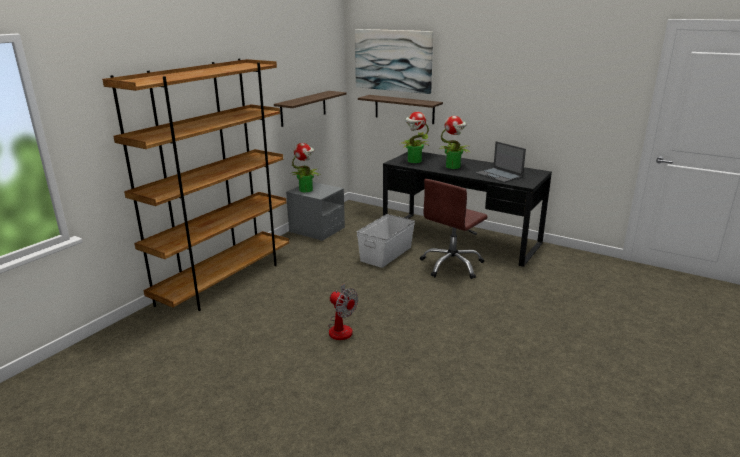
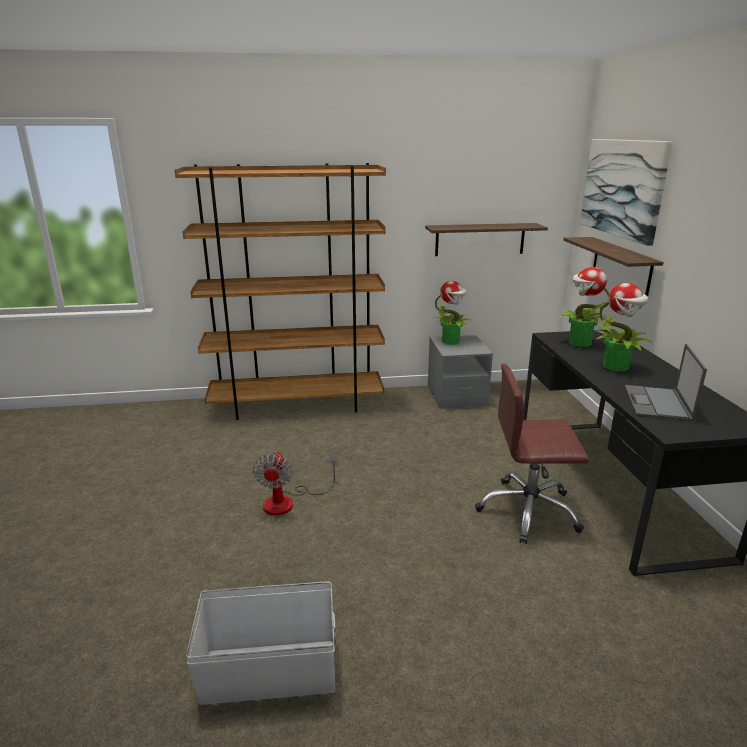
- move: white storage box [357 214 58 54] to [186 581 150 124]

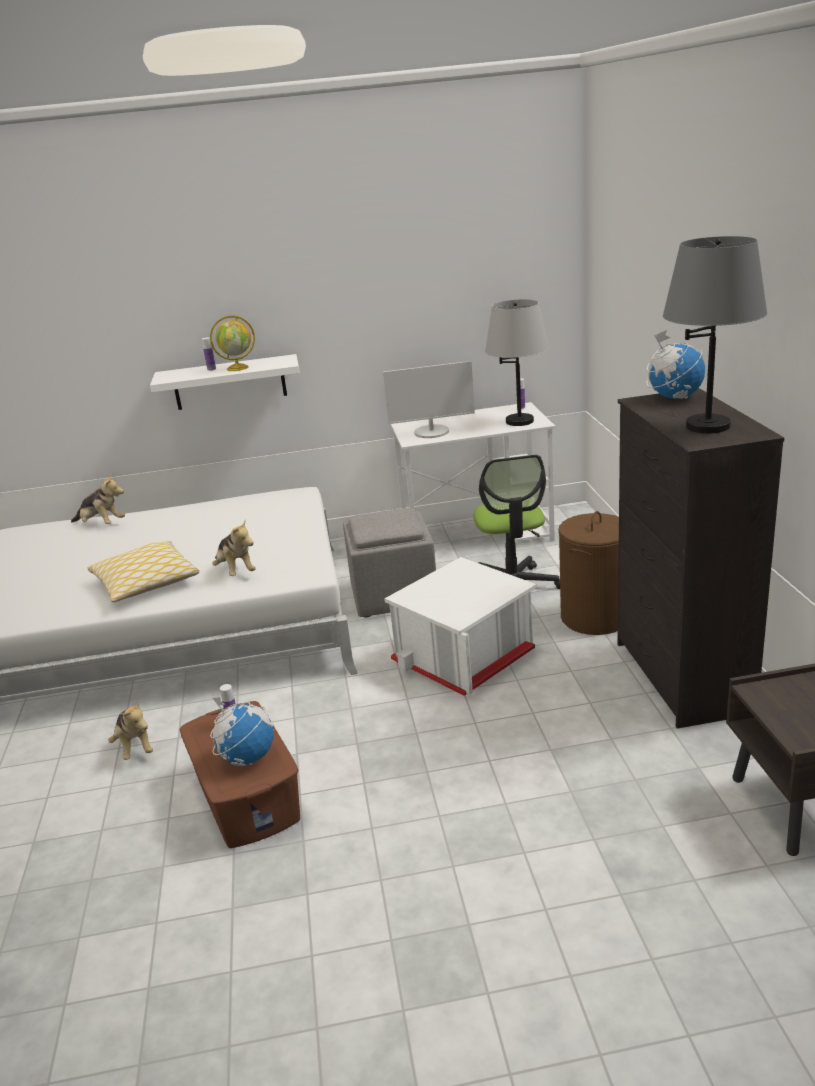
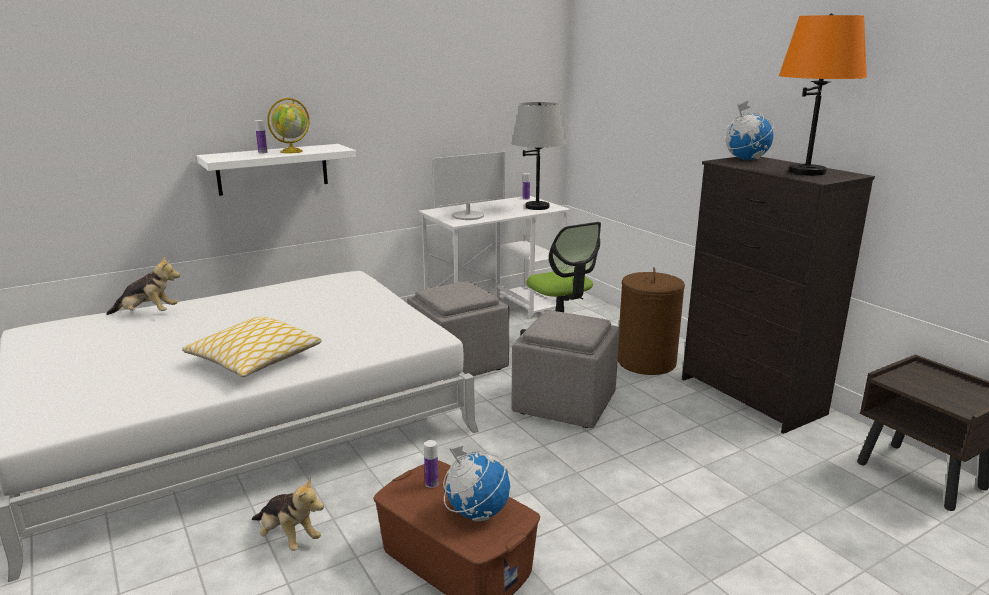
- recolor: grey table lamp [663 236 104 197] to orange table lamp [779 13 88 163]
- delete: plush toy [212 519 44 57]
- replace: white storage box [384 557 153 139] to grey ottoman [512 311 108 117]

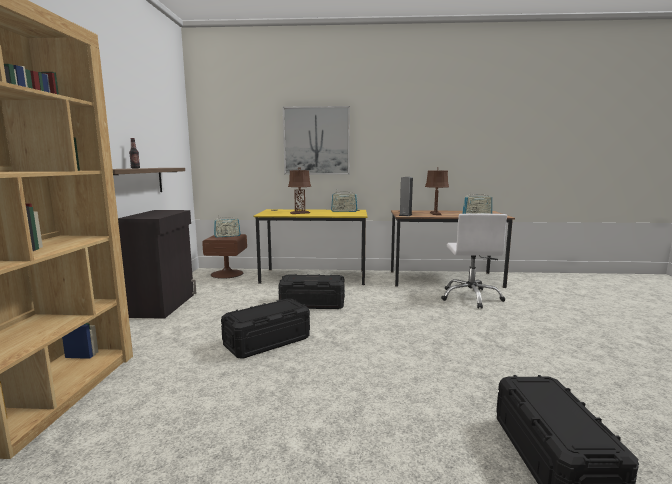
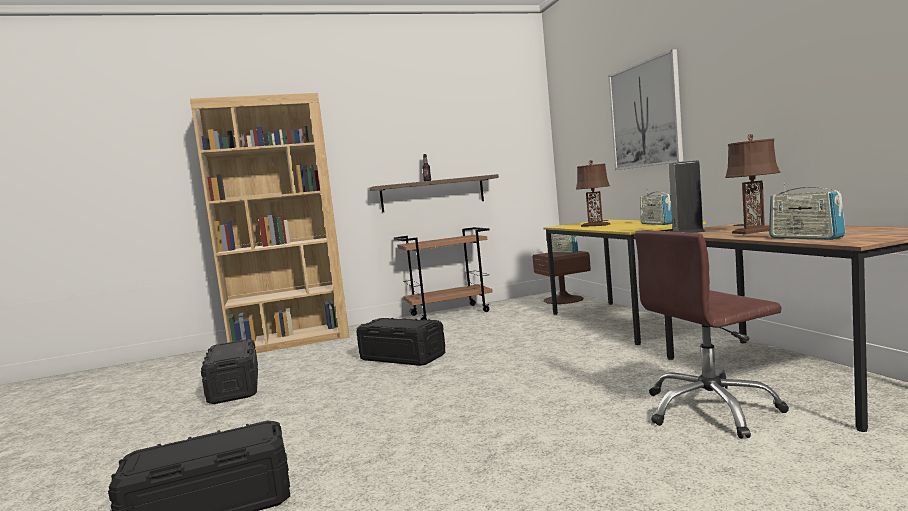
- replace: black cabinet [118 210 79 109] to brown cart [394 227 99 93]
- recolor: white office chair [441 214 66 95] to brown office chair [634 231 155 208]
- move: black storage box [278 274 67 35] to [201 339 57 65]

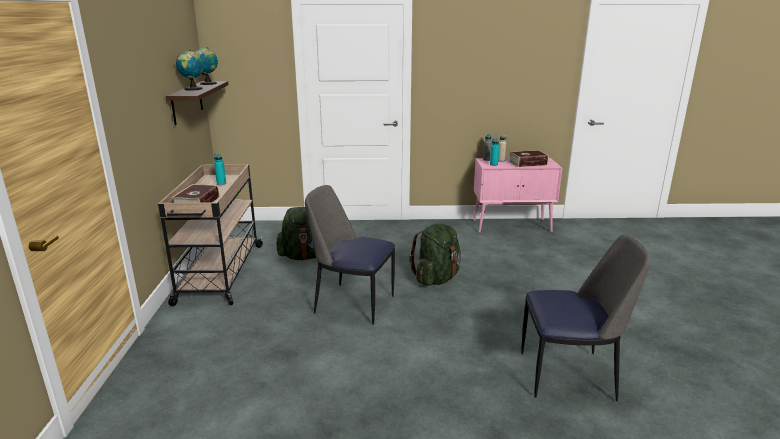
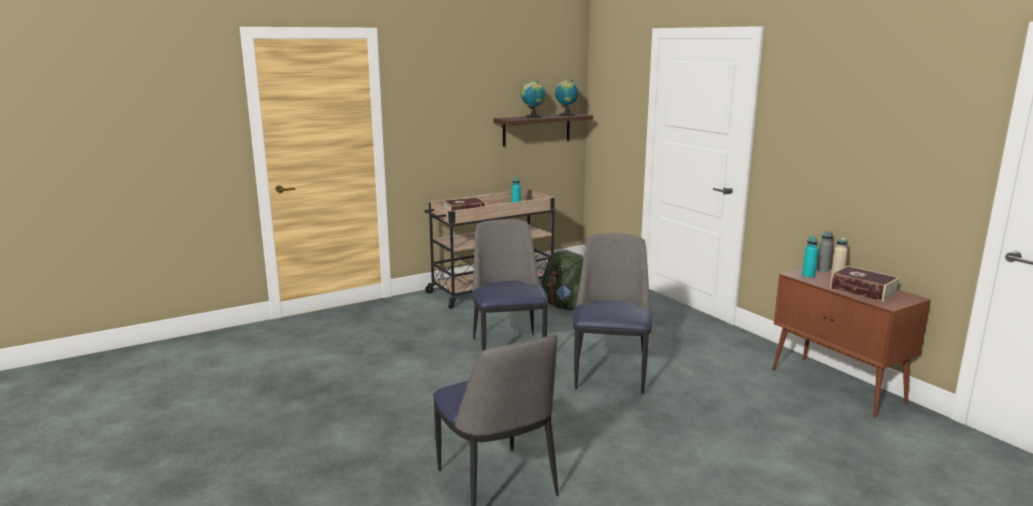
- recolor: pink cabinet [473 158 89 75] to brown cabinet [772 265 159 153]
- replace: green backpack [409 223 52 63] to chair [573 233 80 161]

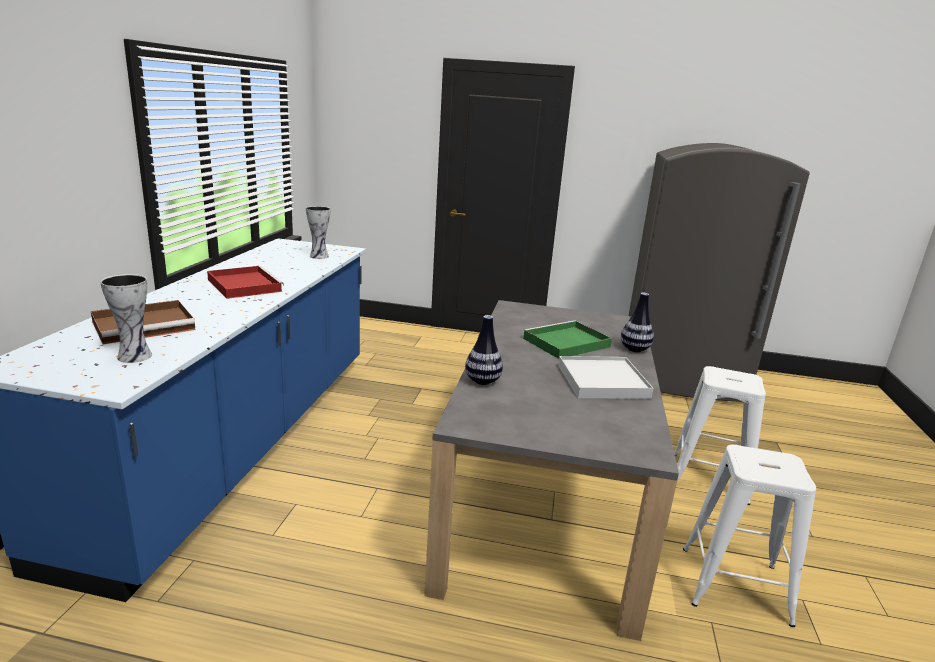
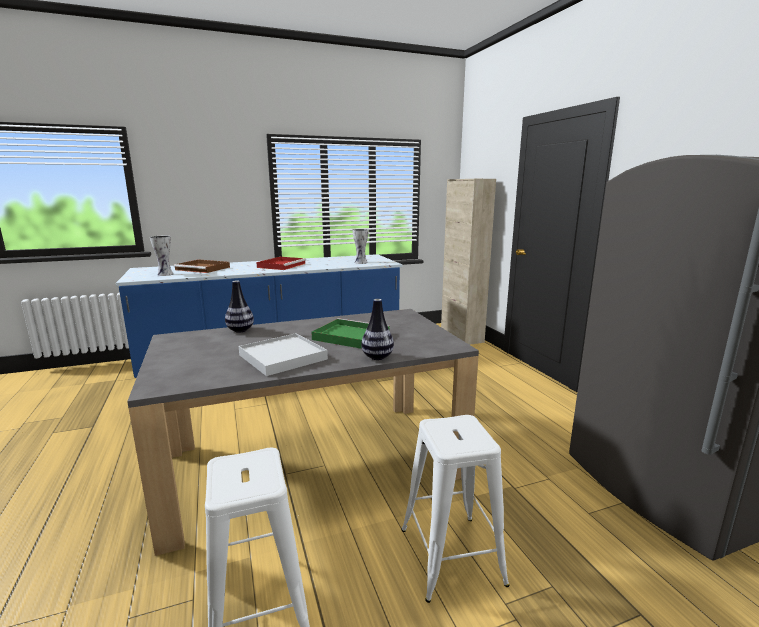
- insert: beige cabinet [441 179 55 166]

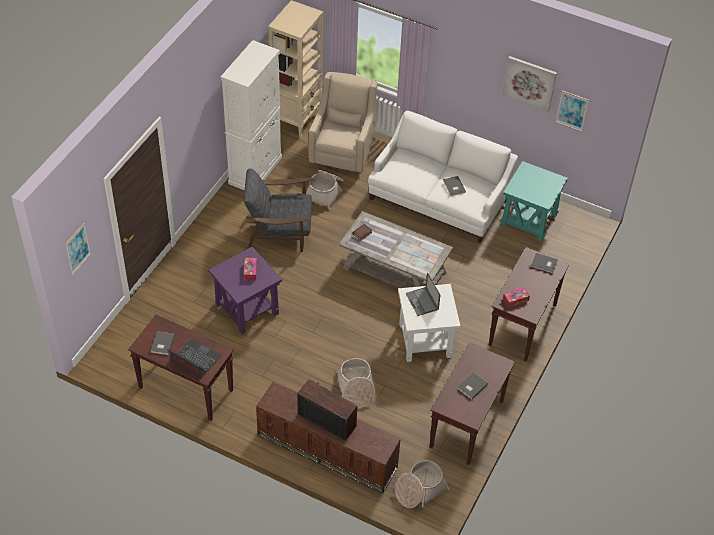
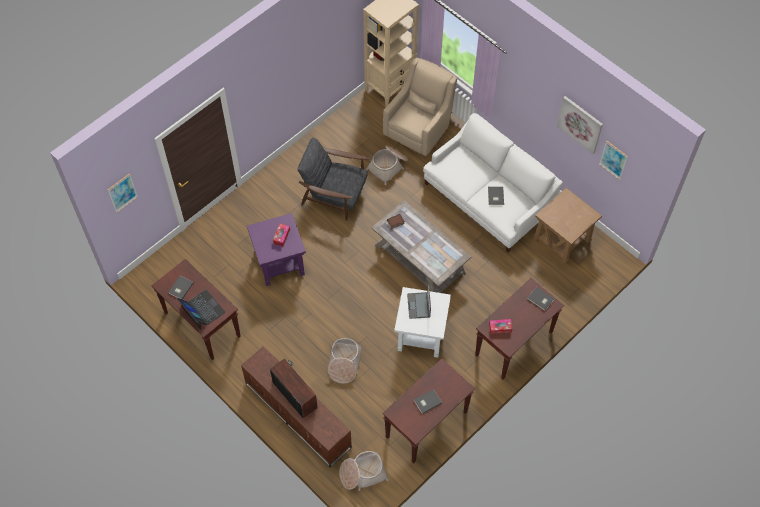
- delete: white cabinet [221 40 61 150]
- recolor: turquoise side table [501 161 67 80] to brown side table [533 188 69 77]

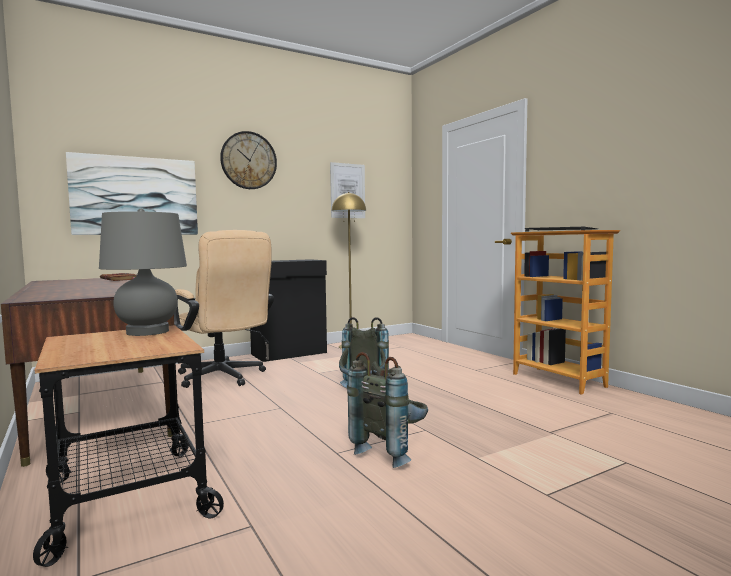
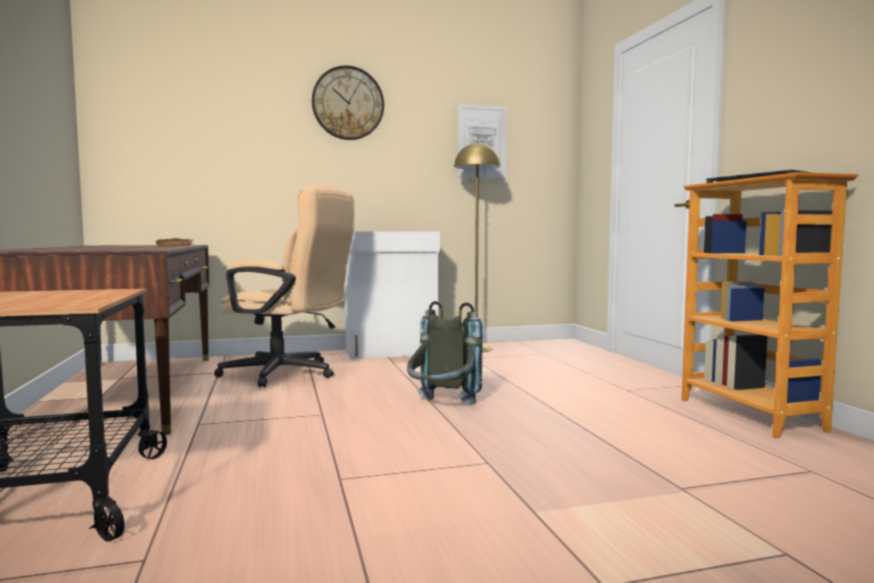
- delete: picture [66 152 132 83]
- delete: grey table lamp [99 209 88 127]
- rotate: beige office chair [174 230 100 158] = [214 185 141 202] 45 degrees counterclockwise
- recolor: black cabinet [250 259 77 103] to white cabinet [345 231 95 128]
- delete: grey backpack [347 352 81 116]

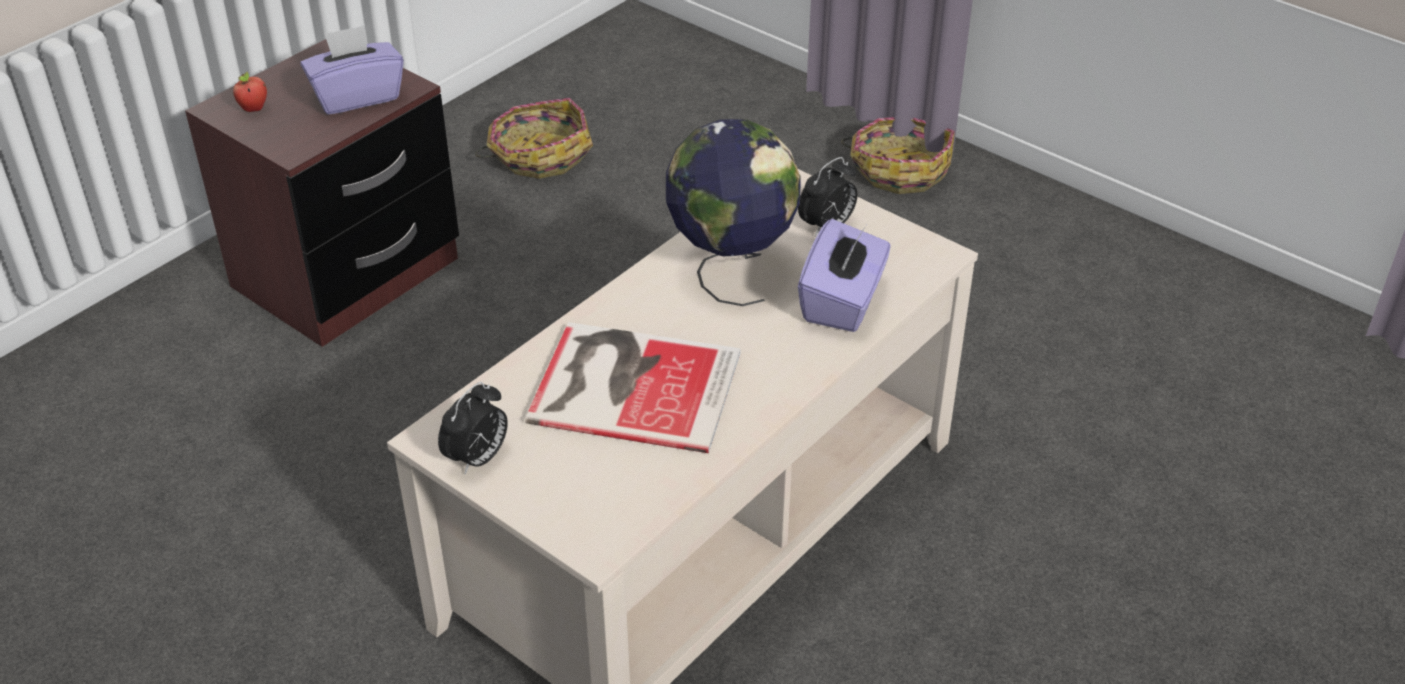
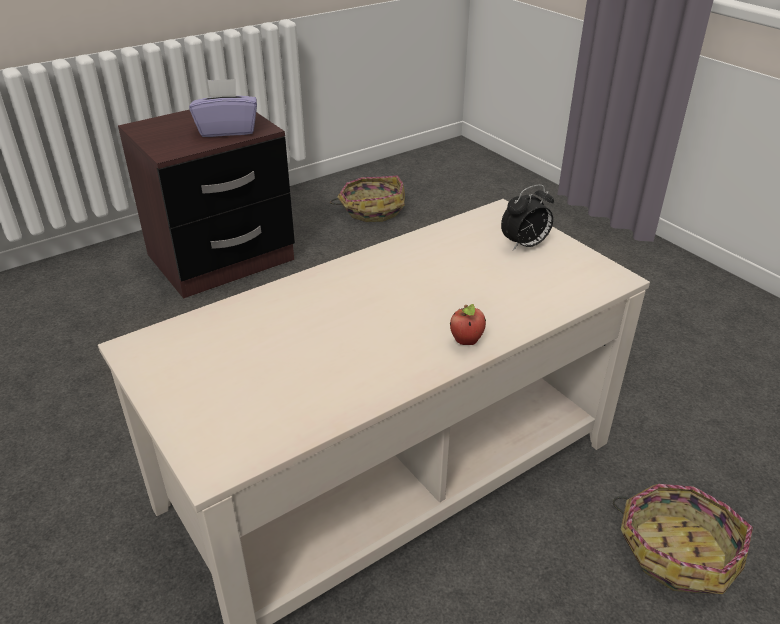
- move: apple [233 71 34 41] to [450 304 36 41]
- move: basket [841 117 114 77] to [613 484 140 110]
- delete: globe [666 119 135 187]
- delete: purple tissue box [798 219 93 113]
- delete: book [525 322 216 131]
- delete: alarm clock [438 382 70 92]

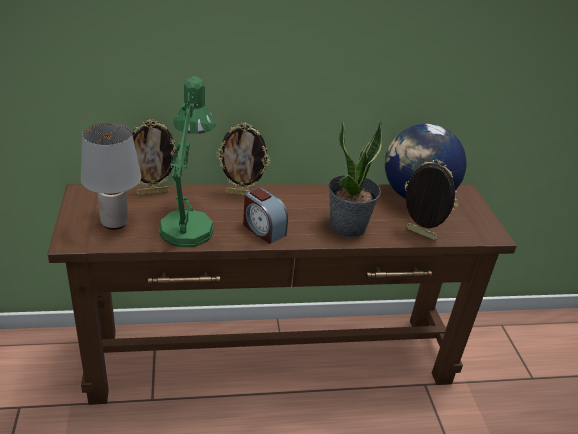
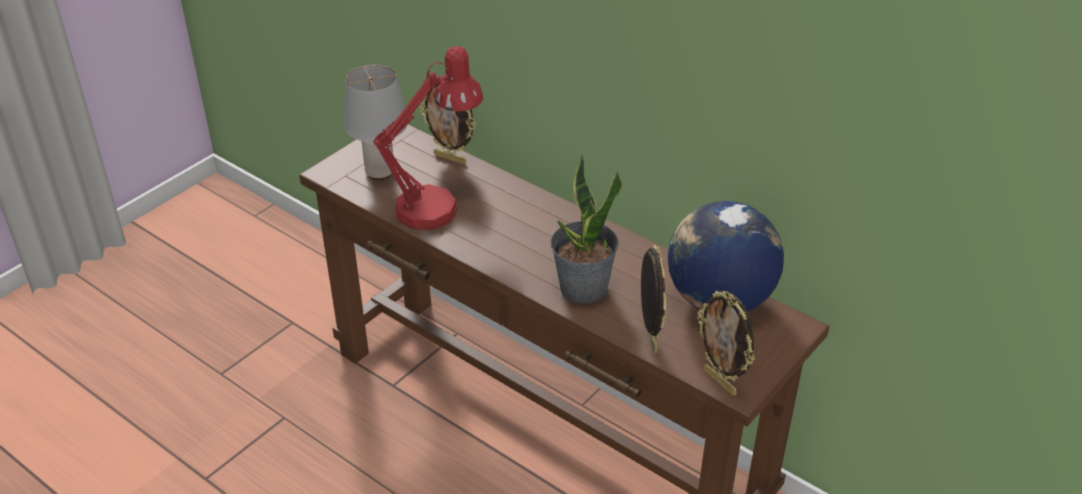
- recolor: green table lamp [159 76 56 171] to red table lamp [373 46 110 184]
- move: picture frame [216 123 54 73] to [697 291 58 105]
- delete: alarm clock [243 187 45 57]

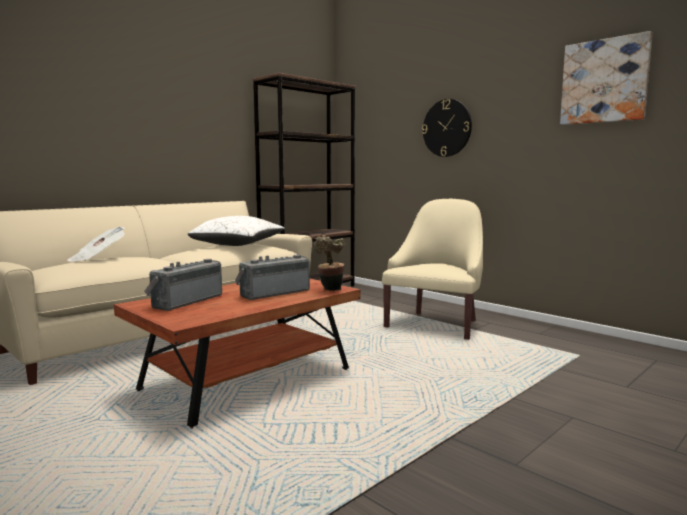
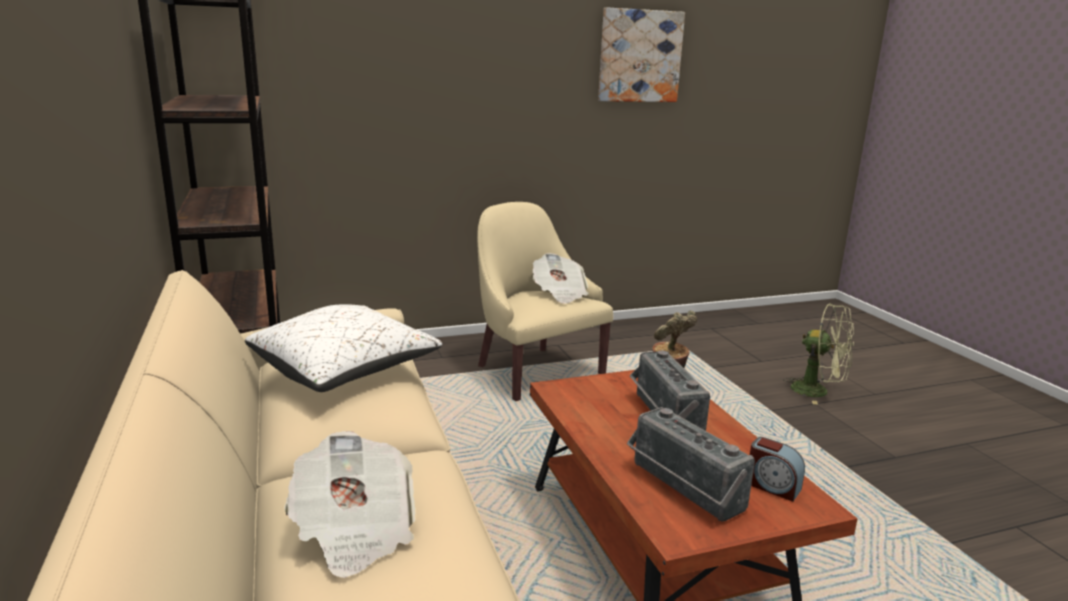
- delete: wall clock [422 99 50 58]
- insert: newspaper [533 253 56 51]
- insert: green fan [783 303 71 102]
- insert: alarm clock [750 437 55 65]

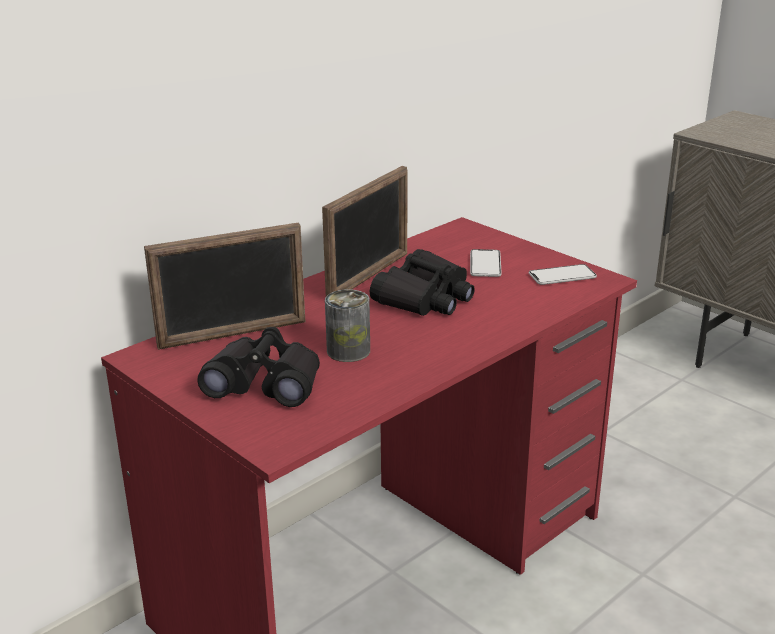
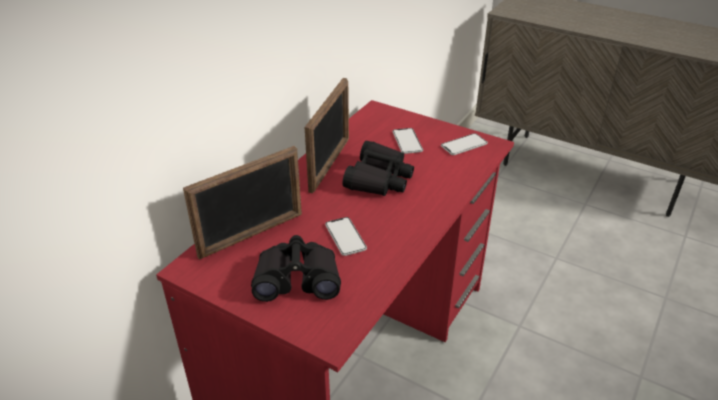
- replace: can [325 289 45 73] to phone [325 217 42 39]

